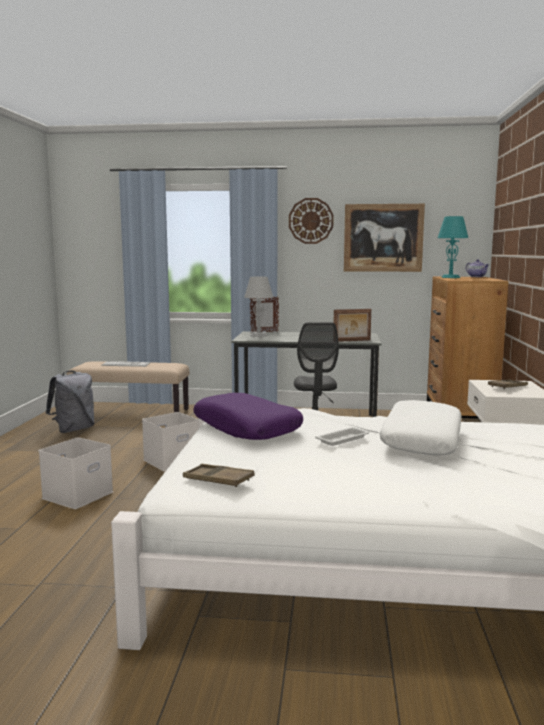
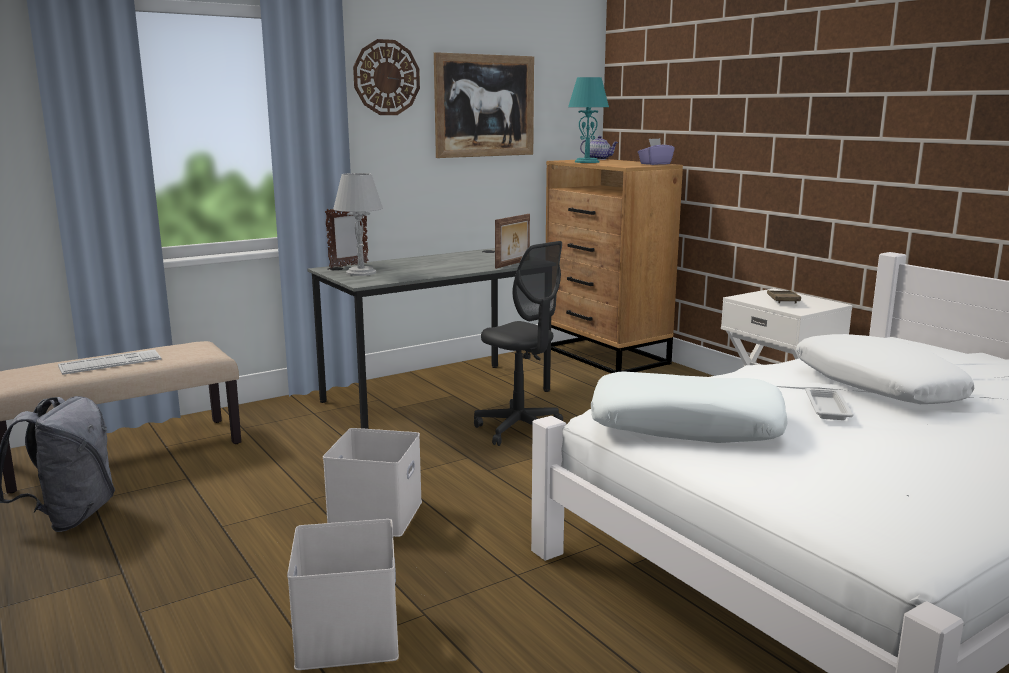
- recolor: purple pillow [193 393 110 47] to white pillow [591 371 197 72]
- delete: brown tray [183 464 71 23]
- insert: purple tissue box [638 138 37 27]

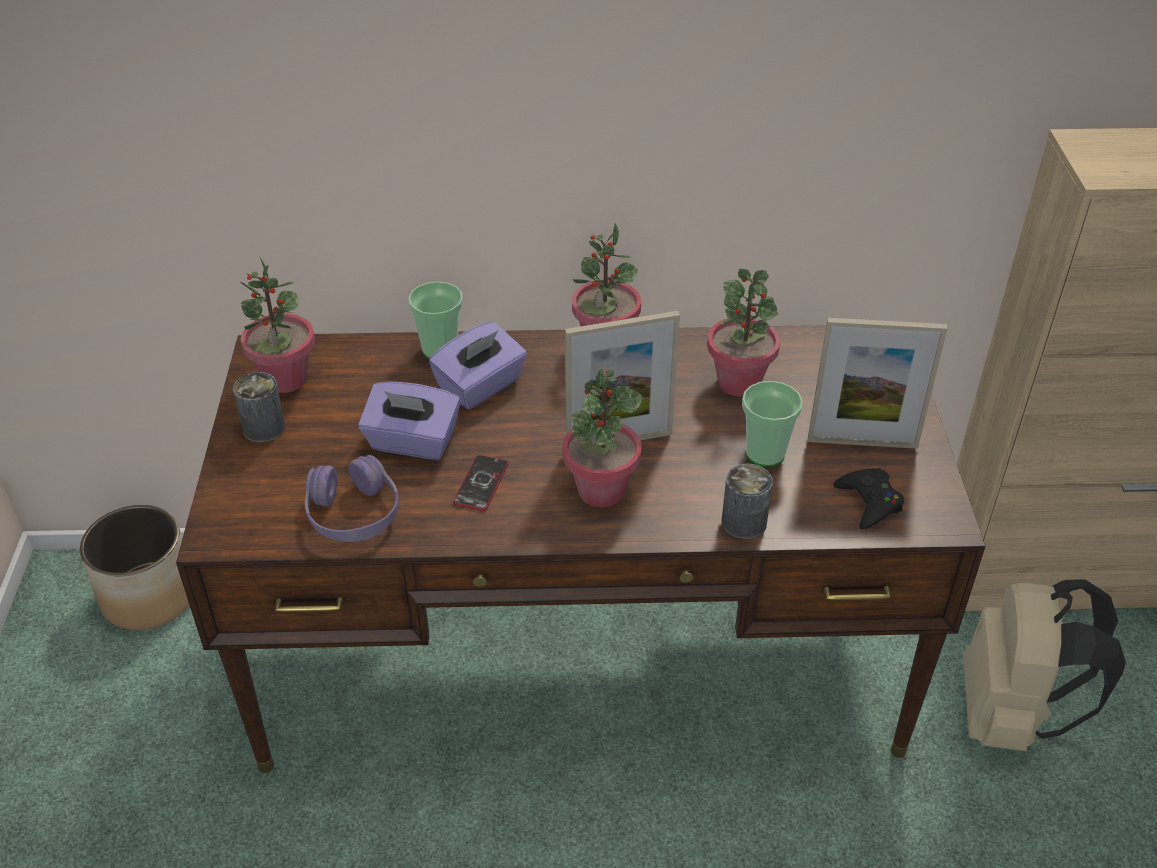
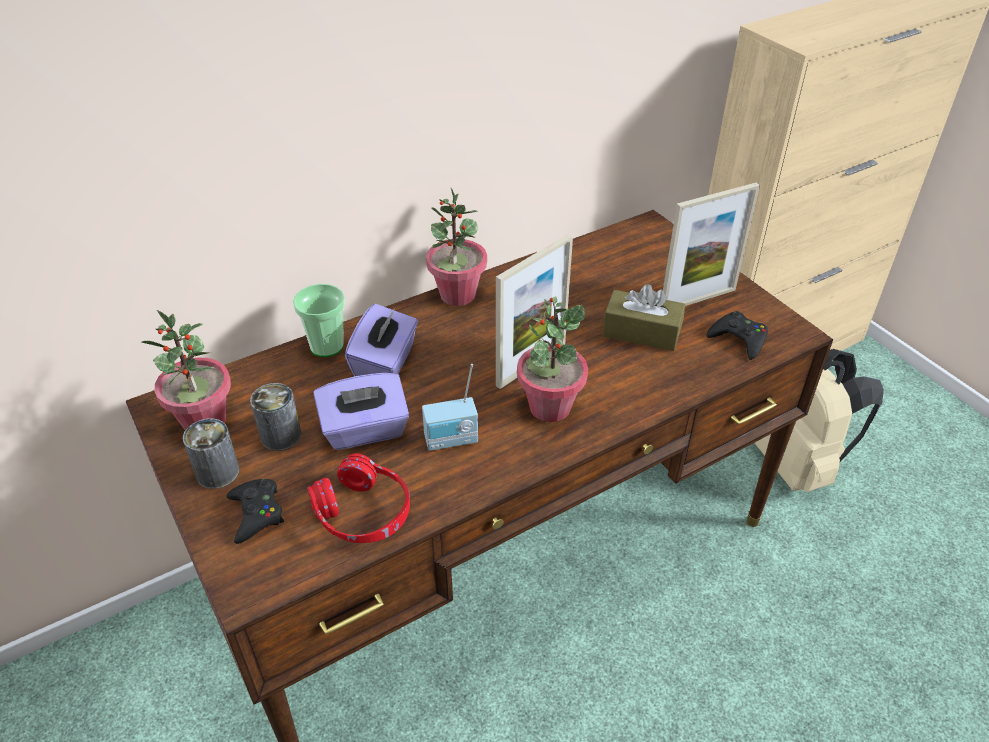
- delete: potted plant [707 269 73 127]
- replace: cup [742 381 61 86] to brown tissue box [602 284 83 67]
- recolor: purple headphones [305 455 94 87] to red headphones [307 453 103 90]
- replace: phone [453 455 56 56] to radio [422 364 56 87]
- move: can [721 464 52 75] to [250 383 51 68]
- delete: planter [80 505 109 125]
- insert: black game controller [227 479 57 65]

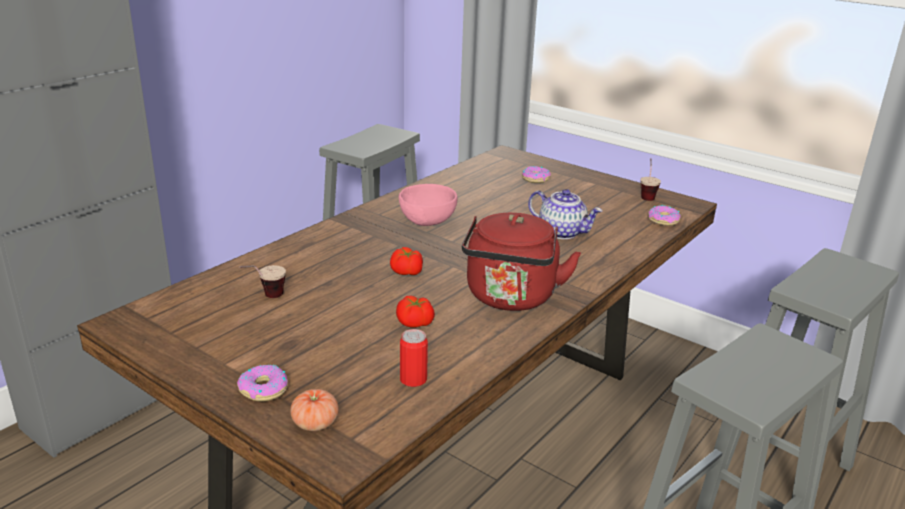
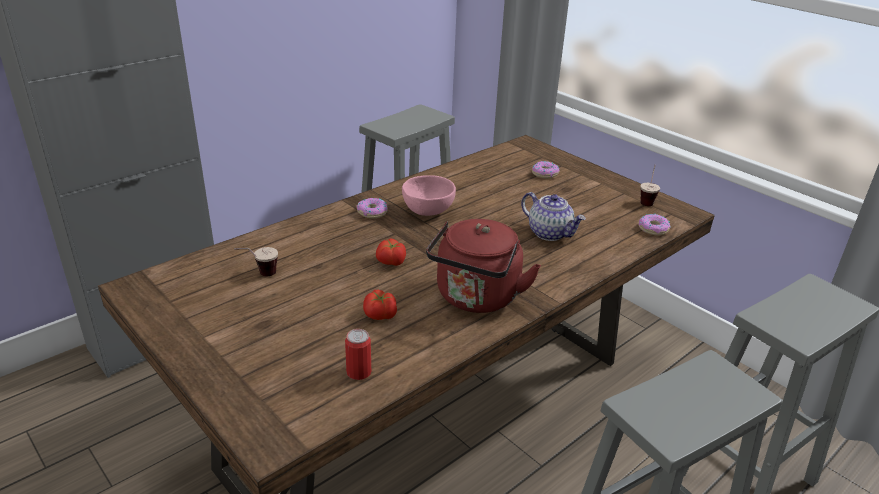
- move: donut [237 365 51 37] to [356 198 32 20]
- delete: tomato [290 389 49 42]

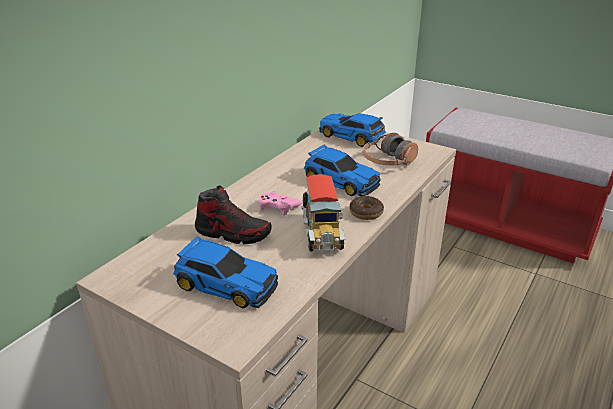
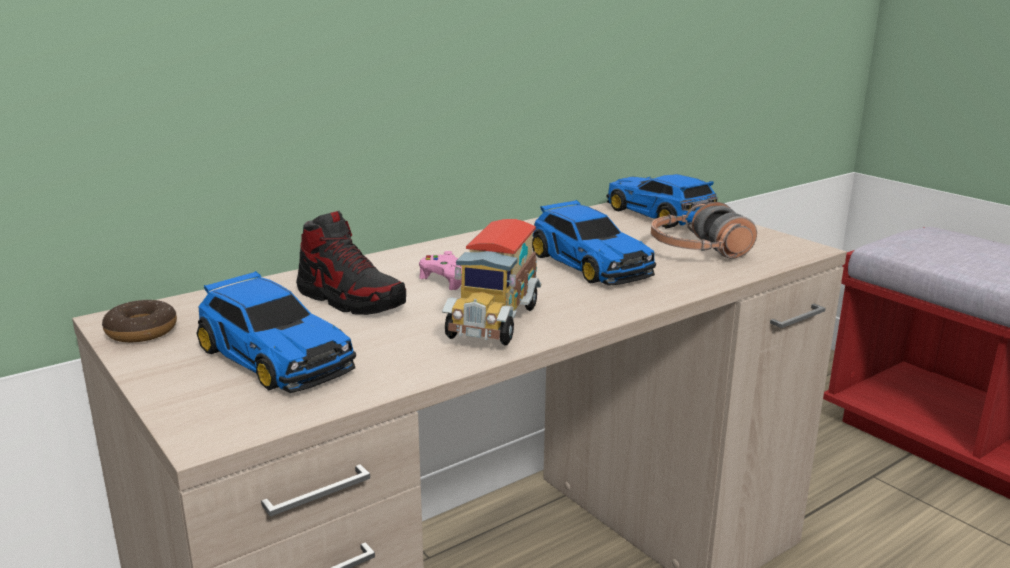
- move: donut [349 196 35 24] to [102 300 75 42]

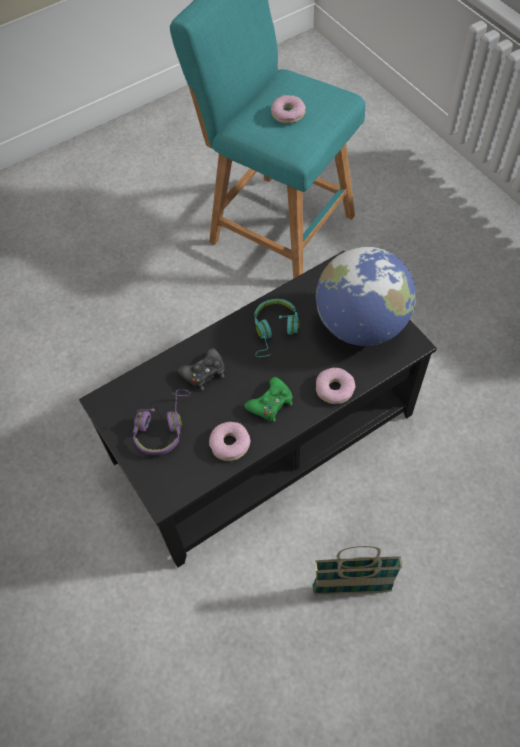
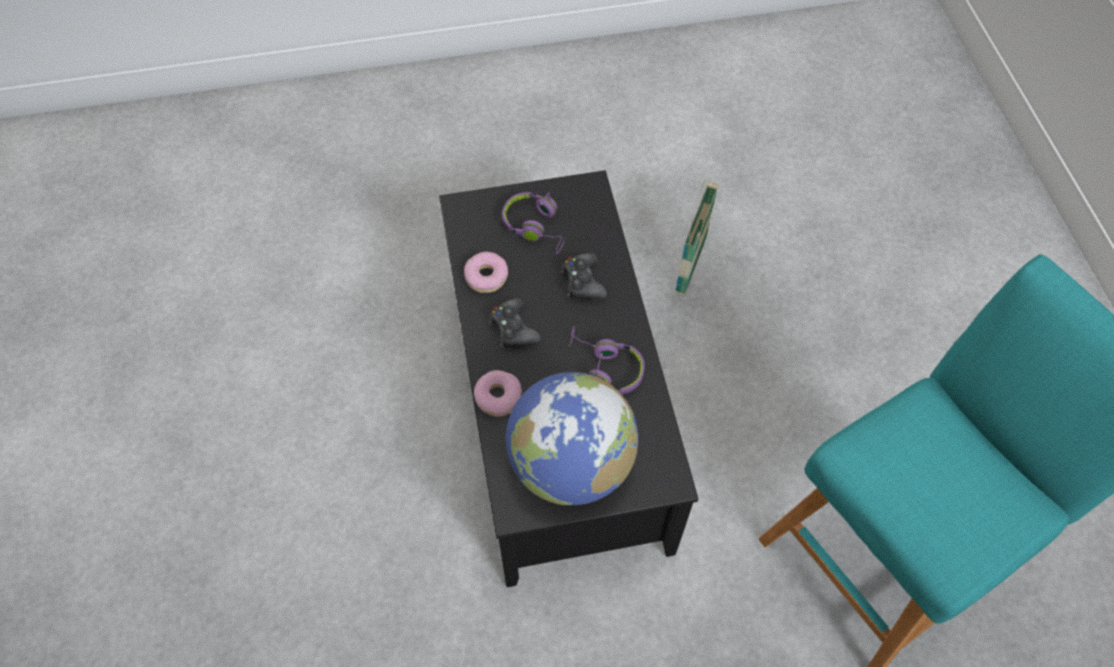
- delete: donut [271 95 35 29]
- recolor: turquoise headphones [254 299 46 58] to purple headphones [569 326 76 68]
- recolor: green game controller [244 377 49 45] to black game controller [489 298 52 50]
- move: basket [313 546 89 49] to [675 179 43 117]

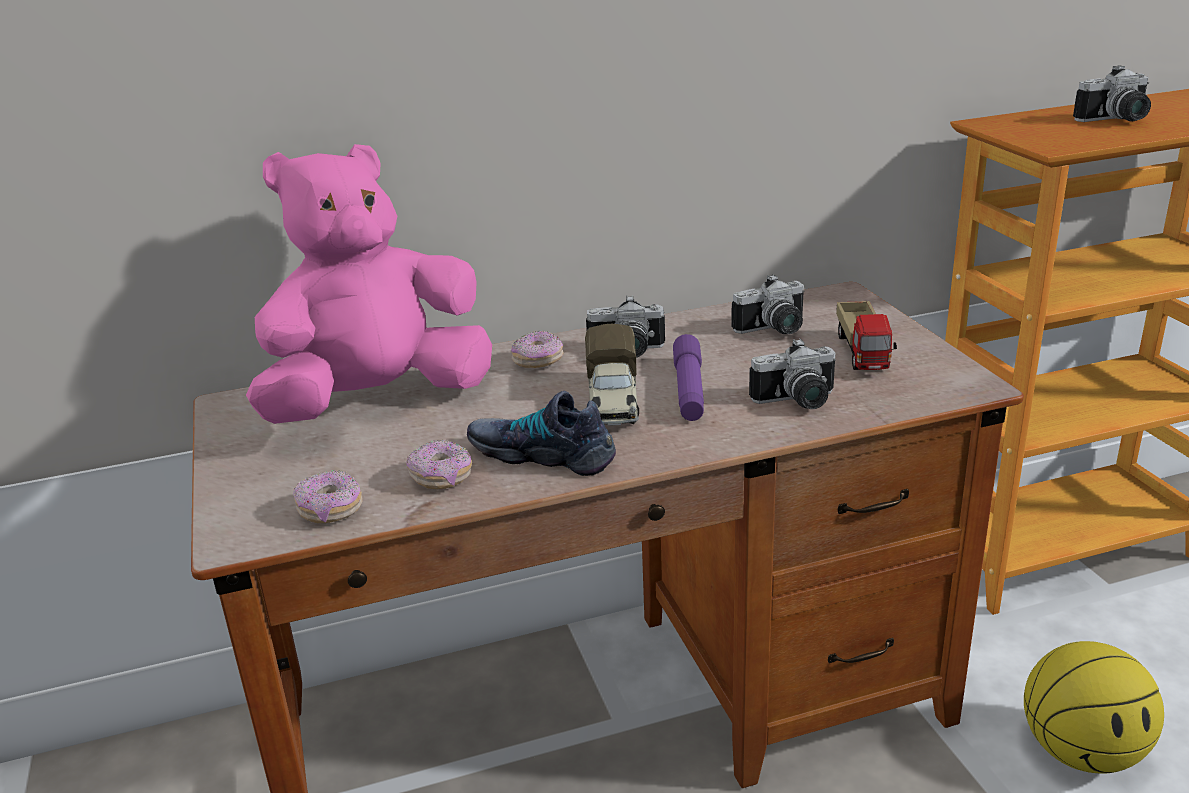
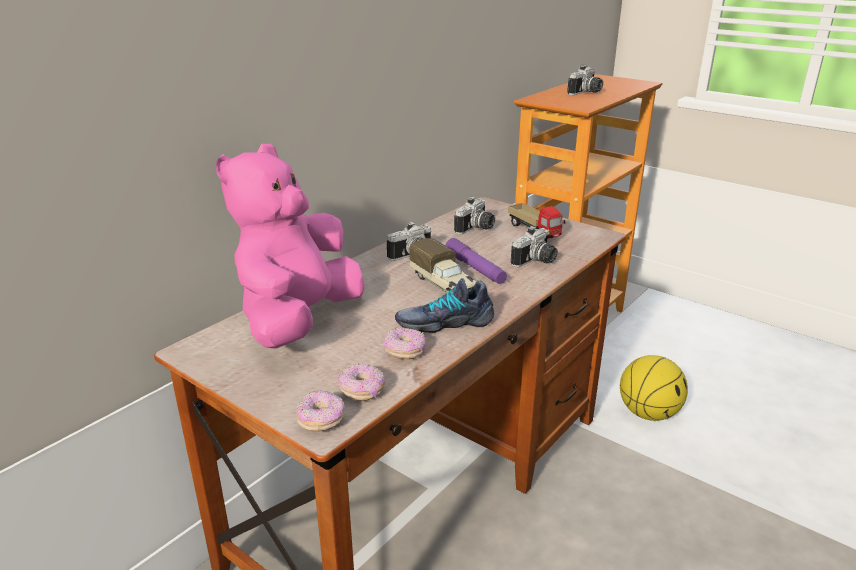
- move: donut [511 331 53 37] to [296 390 49 41]

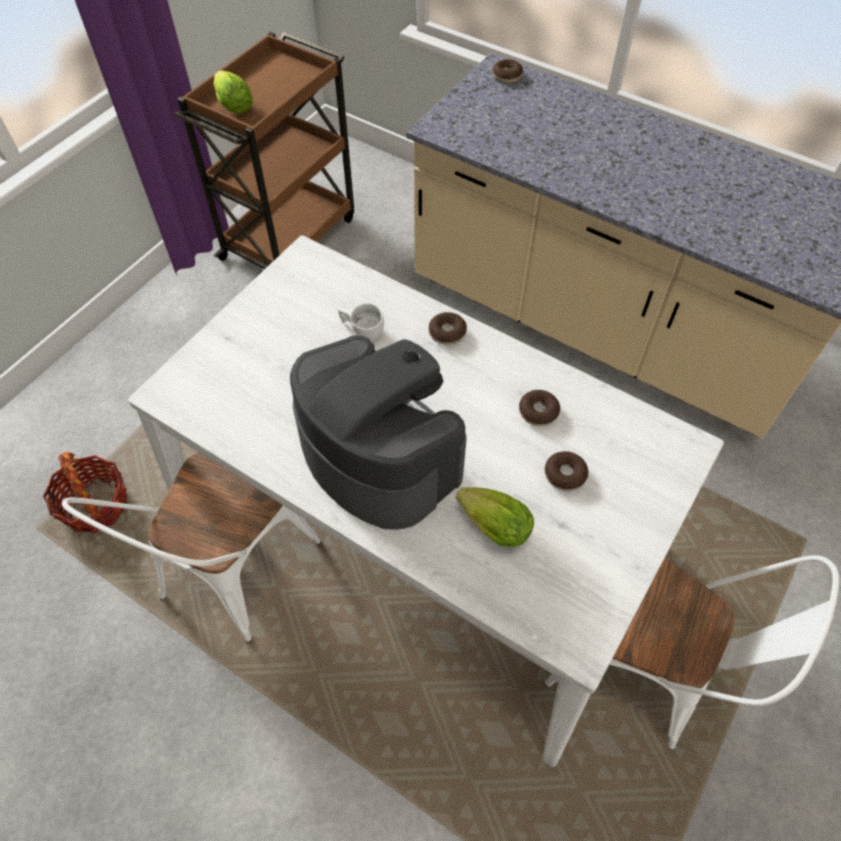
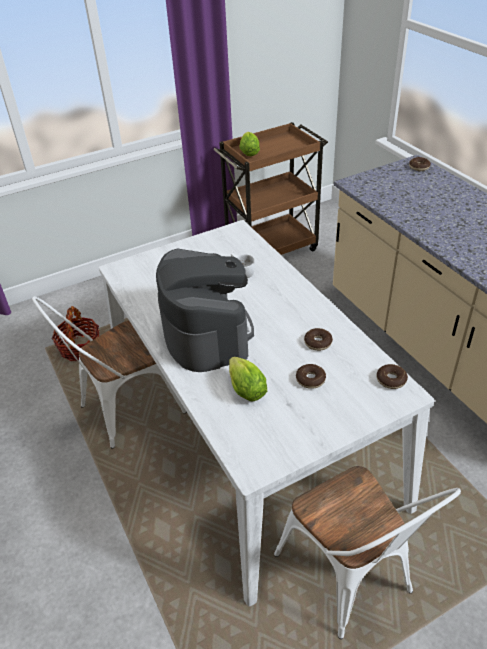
- move: donut [429 312 38 33] to [377 364 31 25]

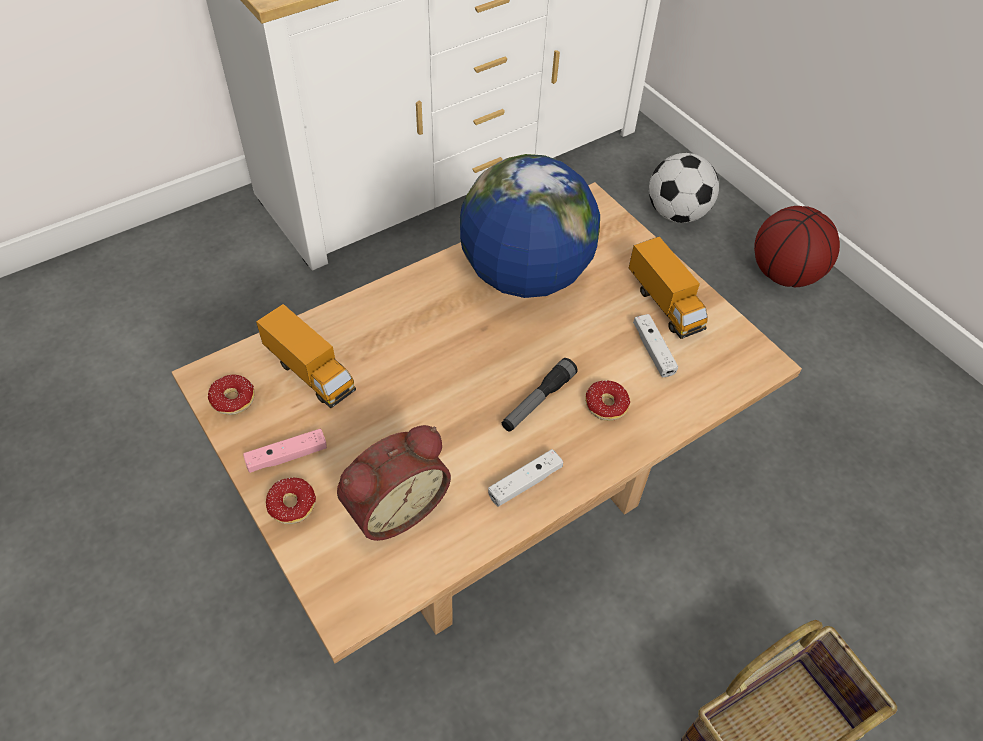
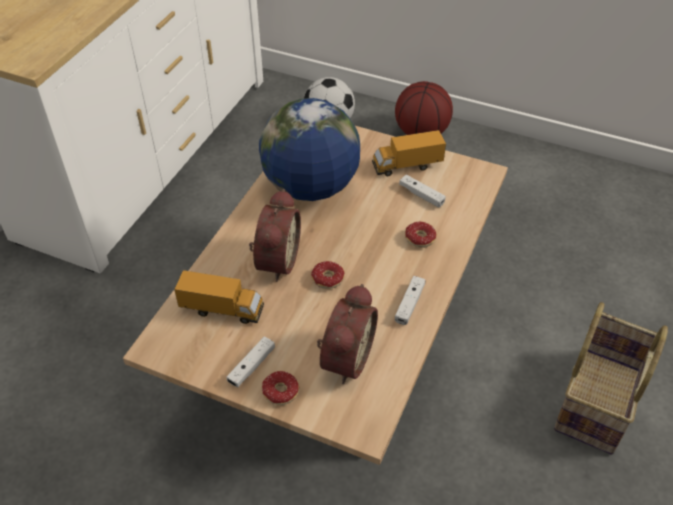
- rotate: toy truck [629 237 79 102] = [372 130 74 46] 135 degrees clockwise
- delete: flashlight [502 358 76 74]
- move: donut [208 375 47 40] to [311 261 33 28]
- recolor: pink game controller [243 429 84 44] to white game controller [226 337 49 50]
- insert: alarm clock [249 189 52 93]

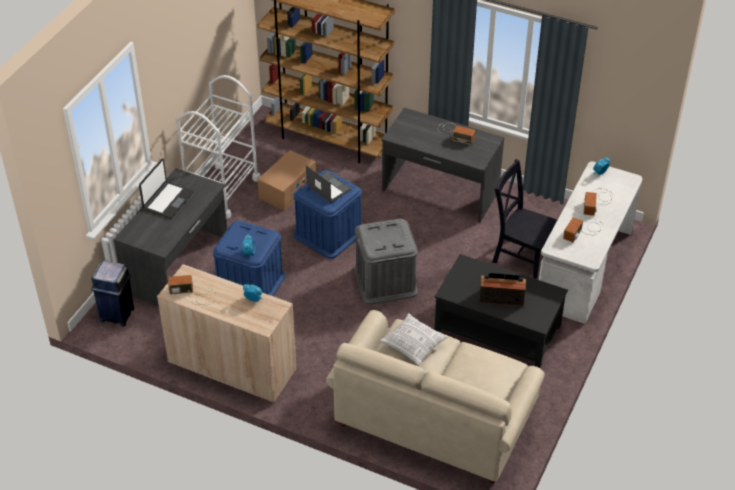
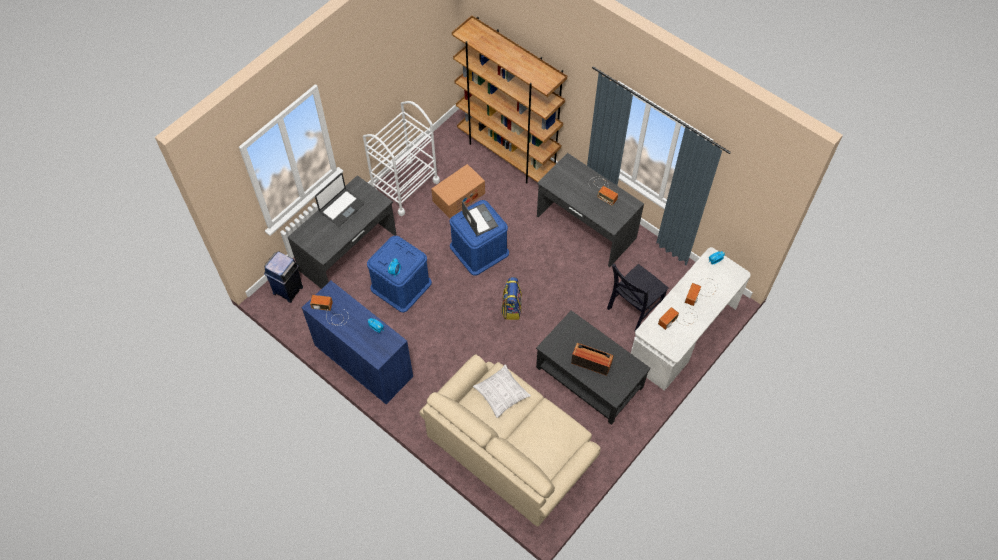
- rotate: black chair [492 159 65 120] = [607 263 61 68] 90 degrees counterclockwise
- replace: grey storage box [354 219 64 86] to backpack [501 277 21 43]
- recolor: beige cabinet [157 264 139 139] to blue cabinet [302 281 111 123]

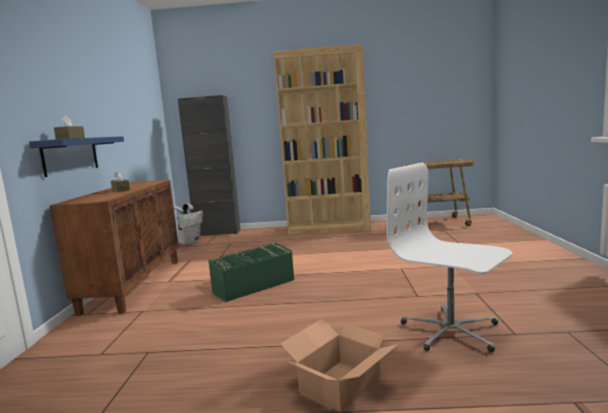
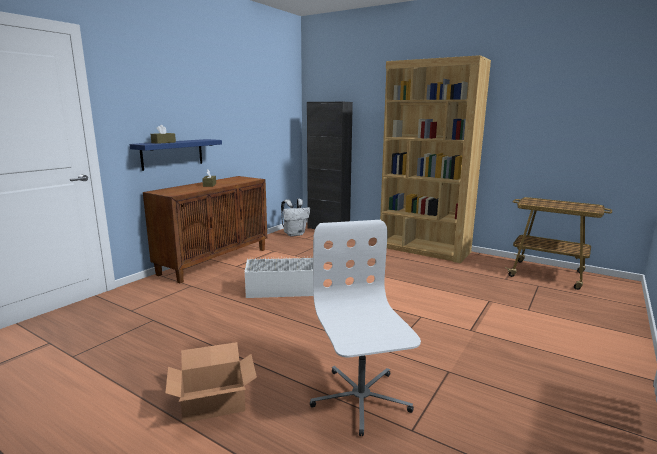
- recolor: green storage box [208 243 86 59] to white storage box [245 256 68 42]

